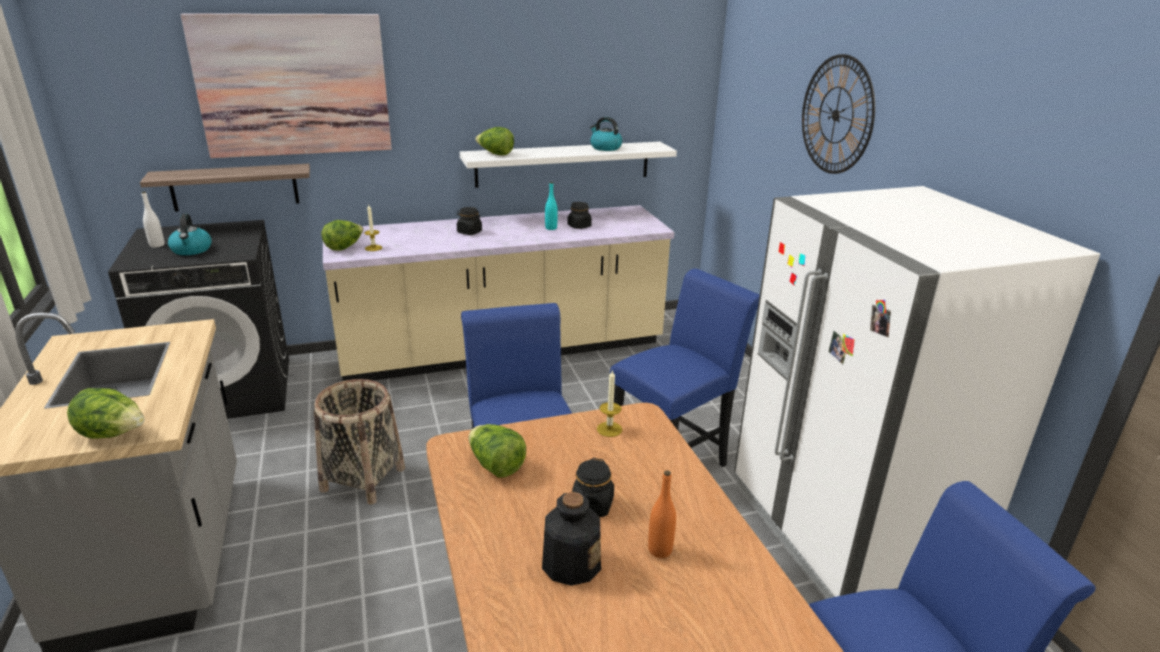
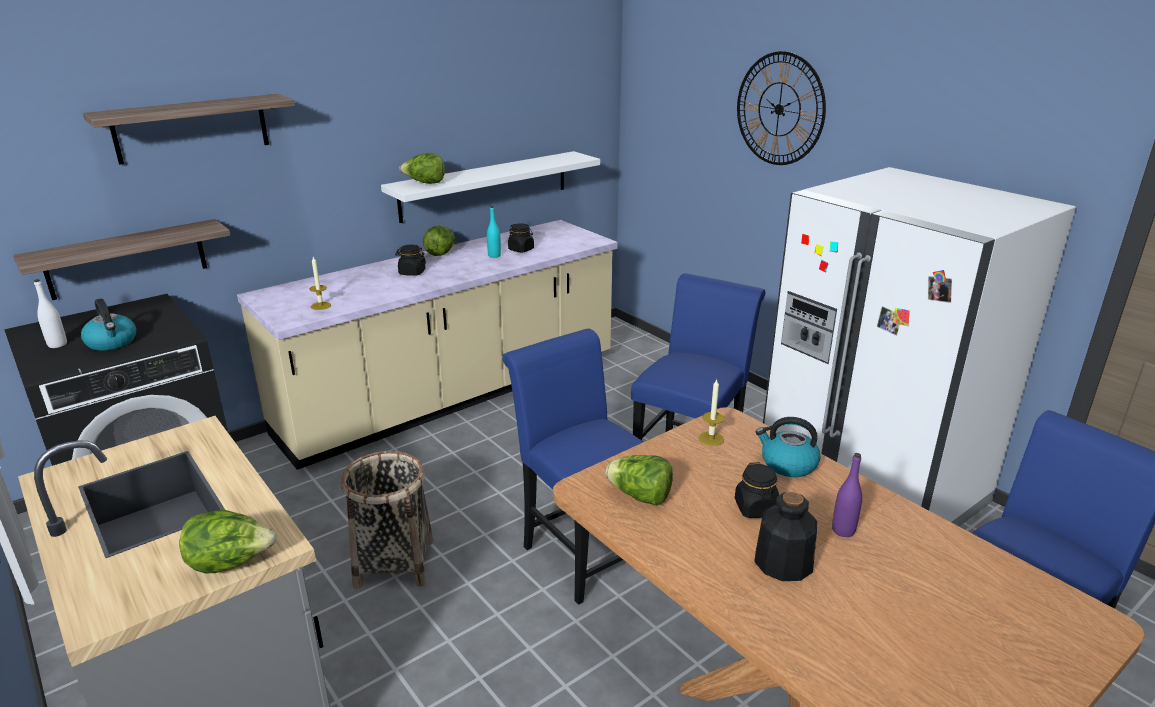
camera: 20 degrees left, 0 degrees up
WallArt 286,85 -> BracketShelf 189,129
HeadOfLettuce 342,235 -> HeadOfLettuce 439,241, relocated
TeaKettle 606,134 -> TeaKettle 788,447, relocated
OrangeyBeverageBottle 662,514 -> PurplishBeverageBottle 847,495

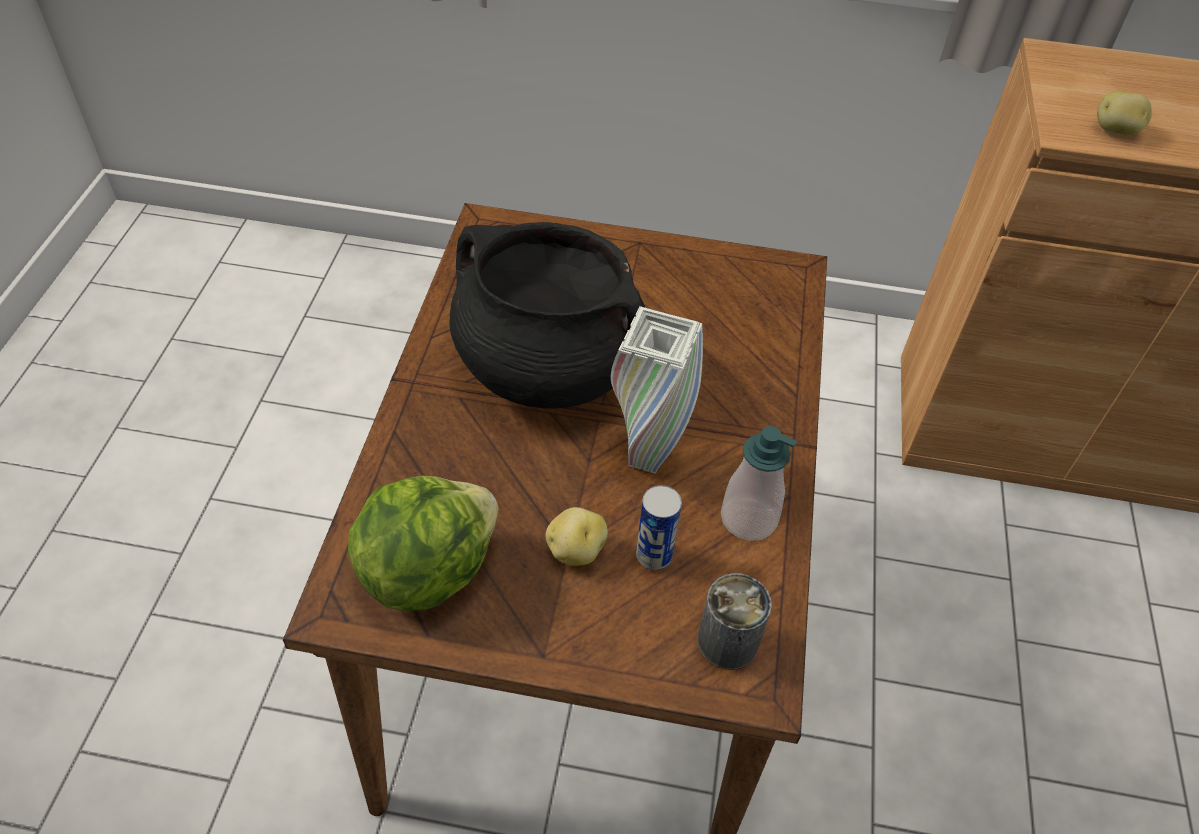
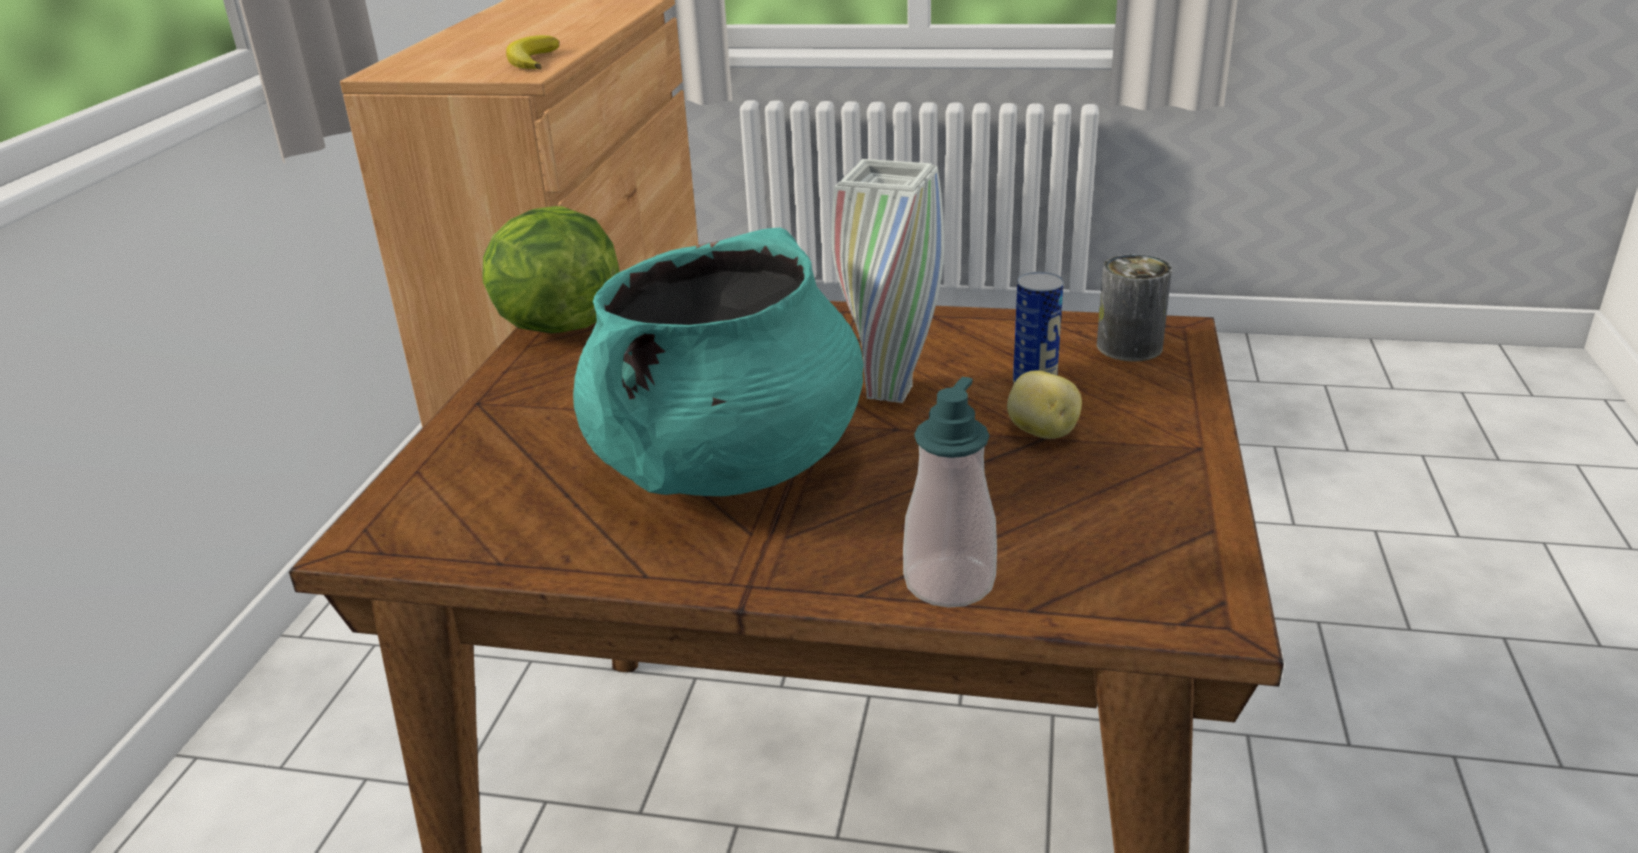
camera: 85 degrees left, 20 degrees down
HeadOfLettuce 423,543 -> HeadOfLettuce 550,269, relocated
Potato 1124,113 -> BananaFruit 532,52
BlackCookingPot 547,315 -> TurquoiseCookingPot 718,362
LiquidSoapBottle 759,483 -> LiquidSoapBottle 950,492, relocated

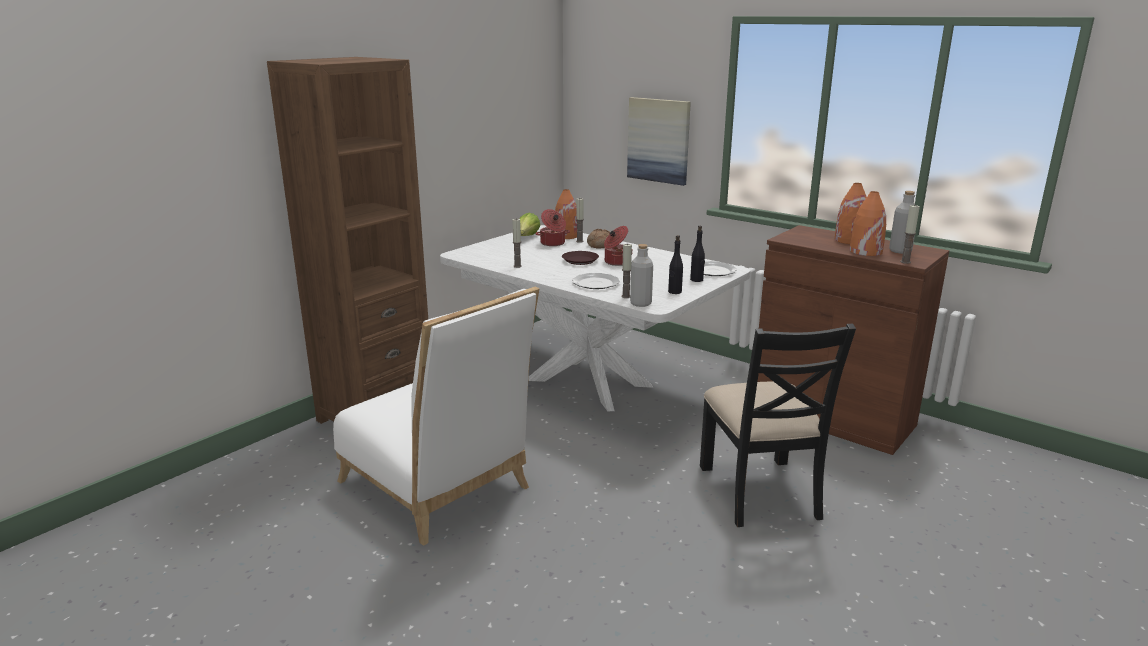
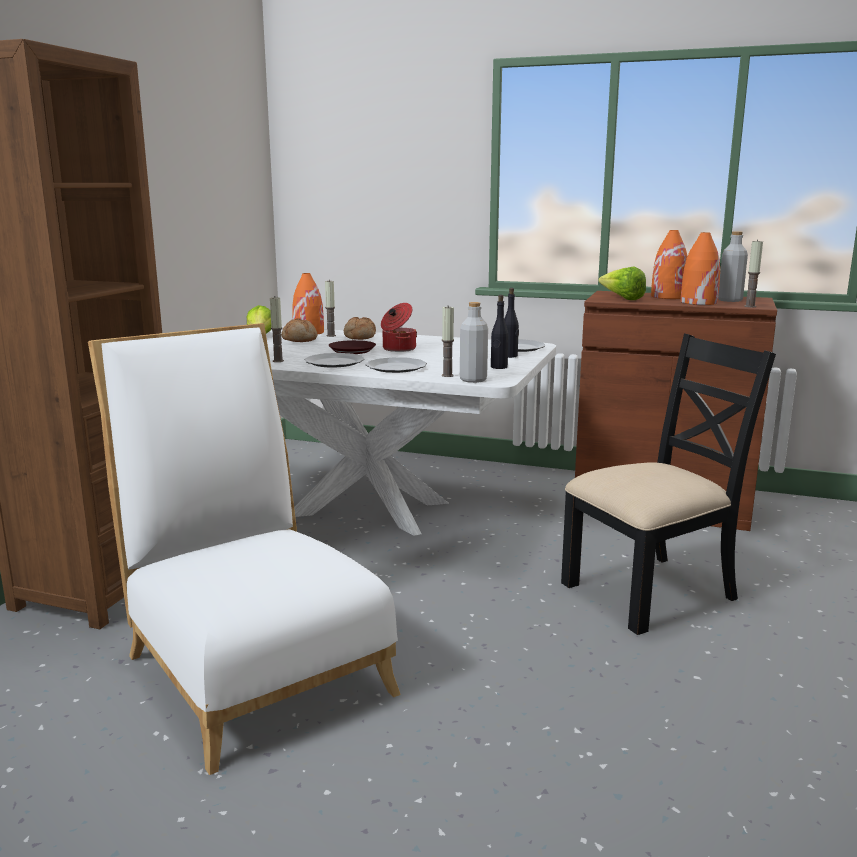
camera: 20 degrees left, 5 degrees down
WhiteUprightChair 436,416 -> WhiteUprightChair 244,549, 150 degrees counterclockwise
CookingPot 552,227 -> BakeryBread 299,330
none -> Plate 334,360
BlackUprightChair 778,425 -> BlackUprightChair 668,484, 90 degrees counterclockwise
none -> HeadOfLettuce 622,283
WallArt 659,141 -> none

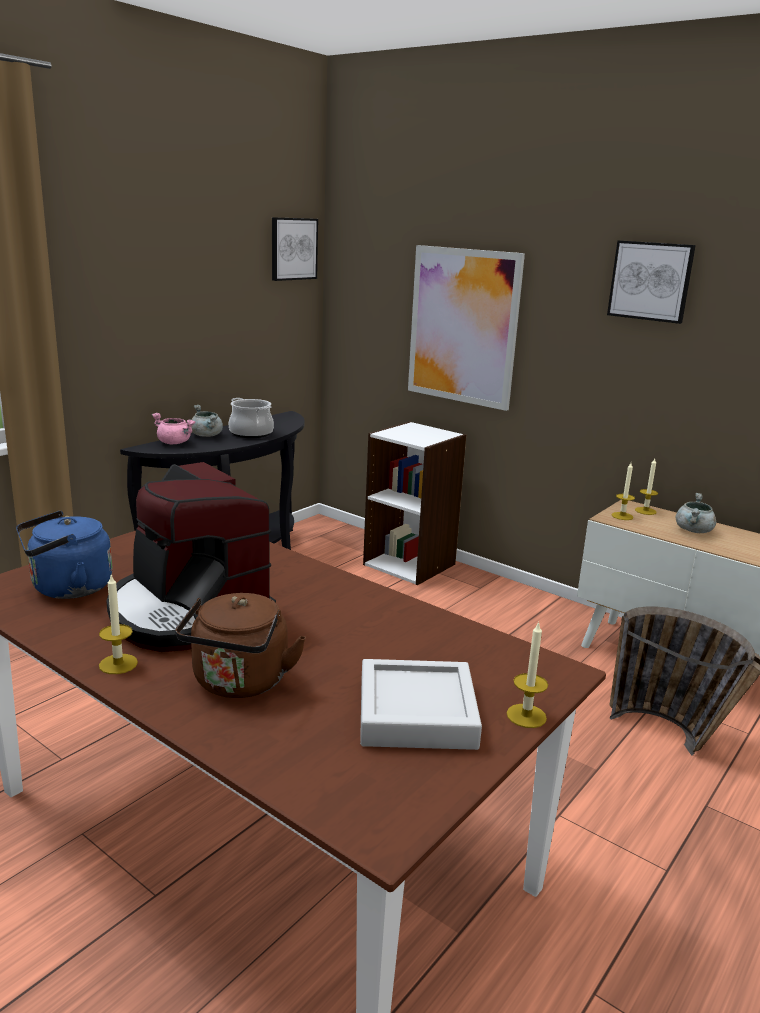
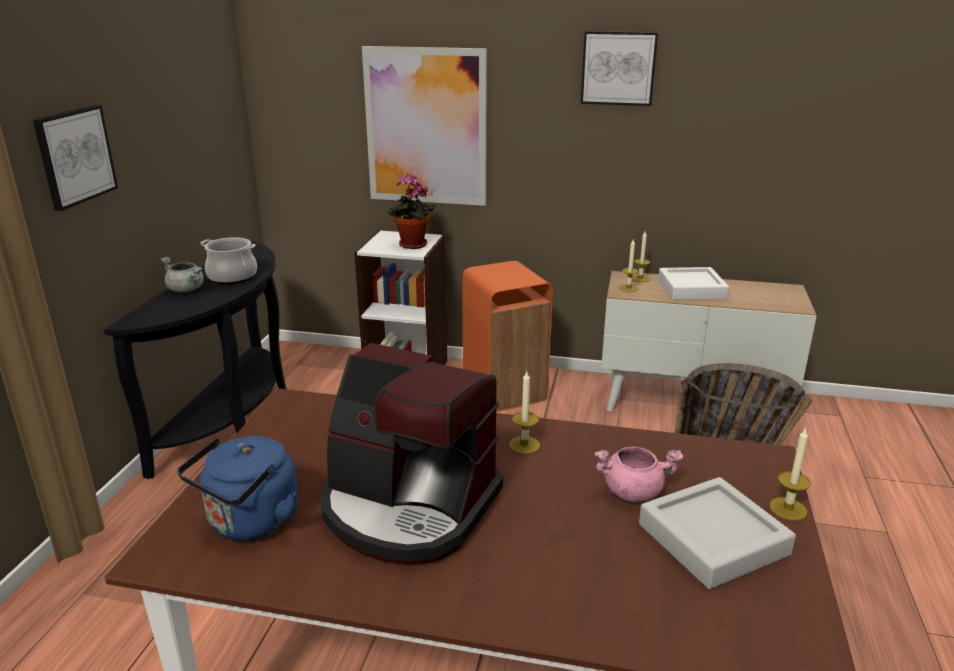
camera: 25 degrees left, 5 degrees up
WallArt 295,249 -> WallArt 75,158, relocated
none -> PottedPlant 411,211
none -> OrangeyRubbishBin 507,336
WaxLight 118,624 -> WaxLight 524,413, relocated
PinkColouredCookingPot 174,428 -> PinkColouredCookingPot 639,474, relocated
GreyishCookingPot 696,513 -> WhiteTray 693,283
BrownishTeaKettle 240,645 -> none

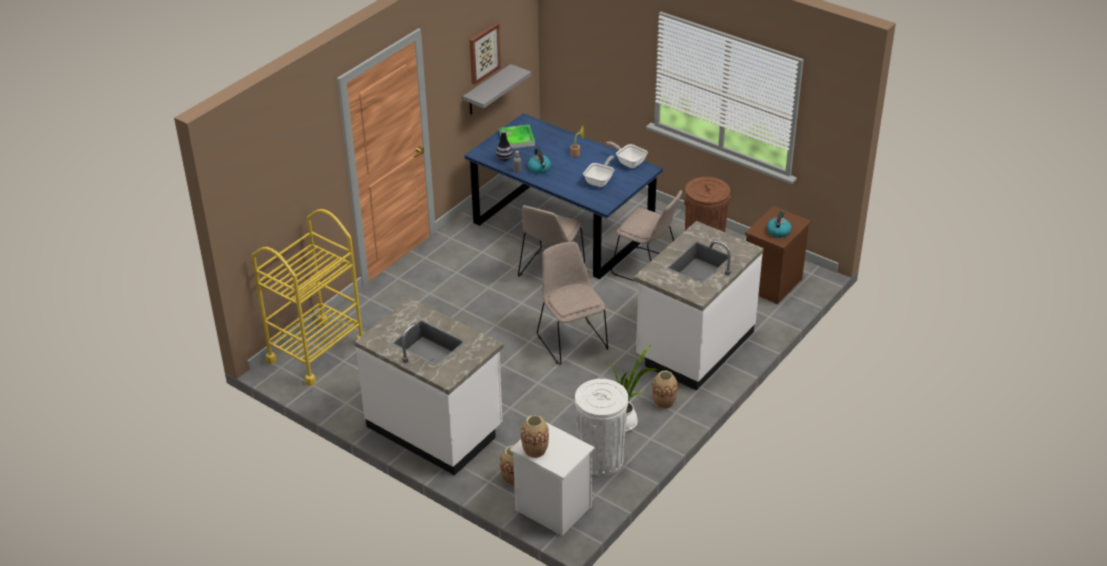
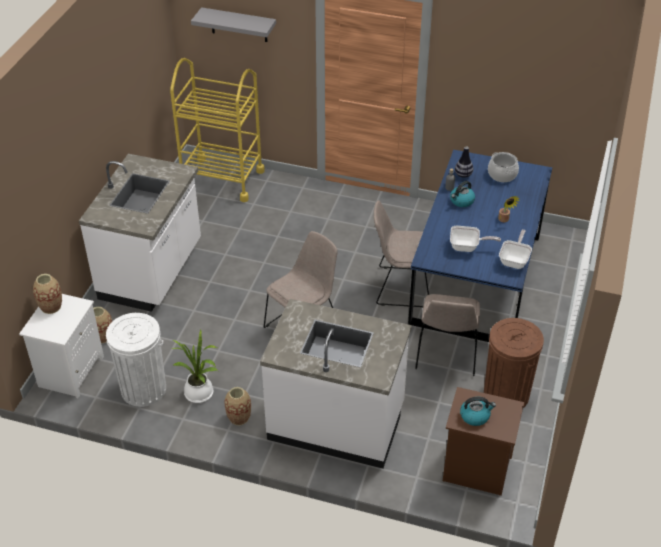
camera: 70 degrees right, 5 degrees up
GreyishBracketShelf 497,89 -> GreyishBracketShelf 233,24, relocated
Tray 517,137 -> CookingPot 503,167
WallArt 485,54 -> none

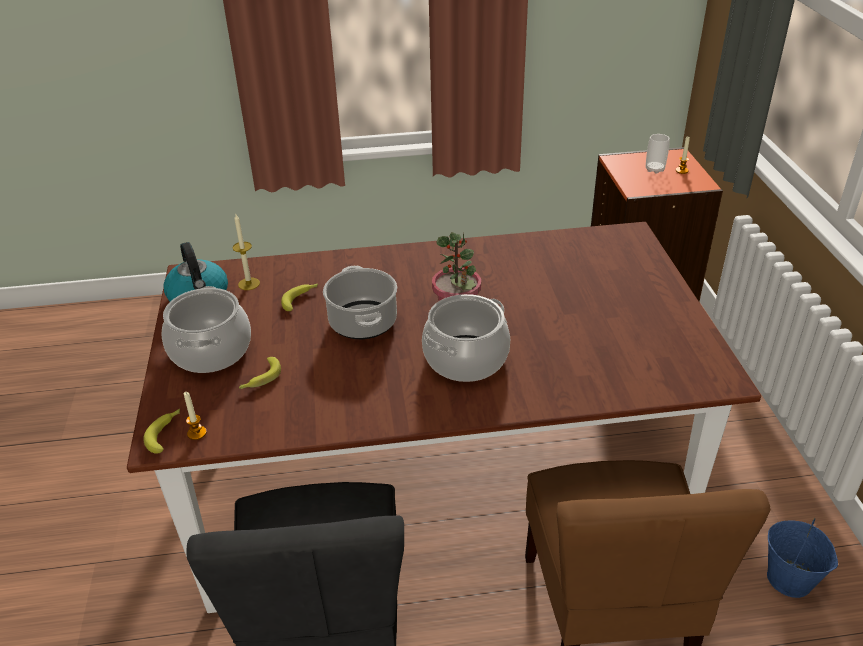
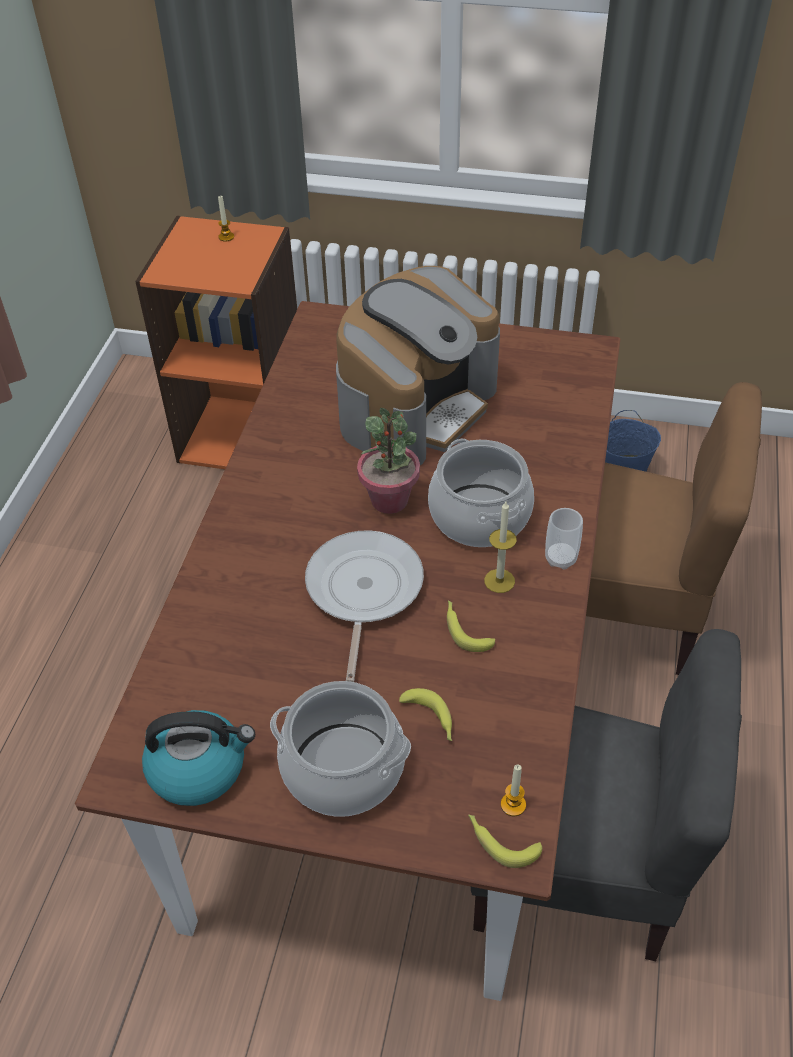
camera: 70 degrees left, 10 degrees up
CookingPot 360,302 -> FryingPan 364,606
none -> CoffeeMaker 418,365
BananaFruit 299,297 -> BananaFruit 471,626, relocated
WaxLight 246,252 -> WaxLight 500,547, relocated
Cup 658,154 -> Cup 564,539, relocated

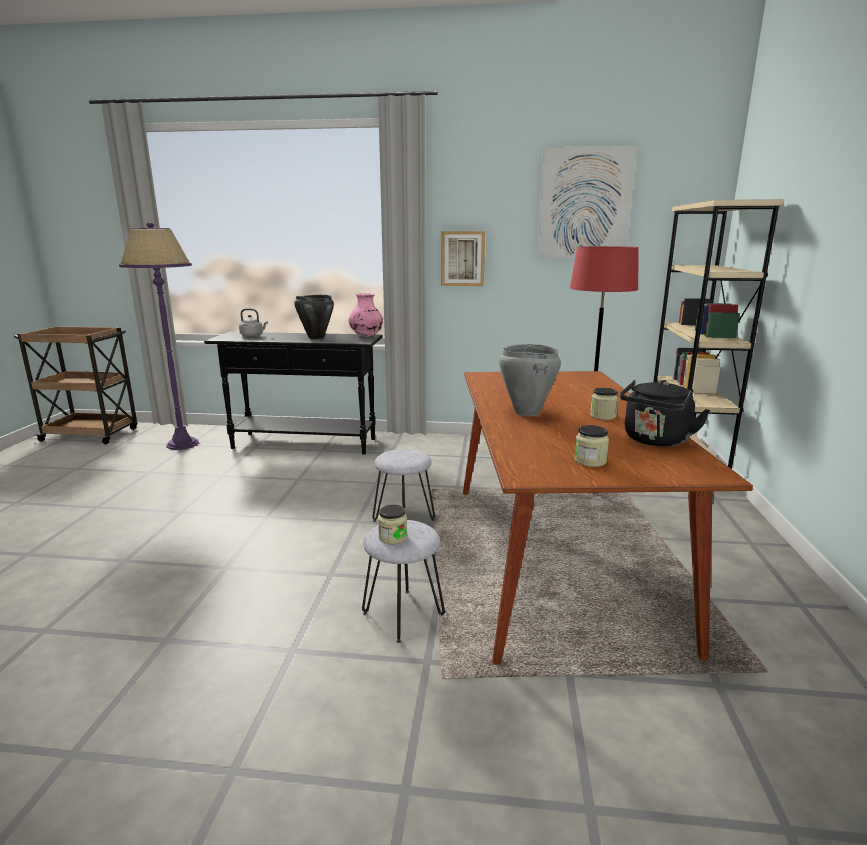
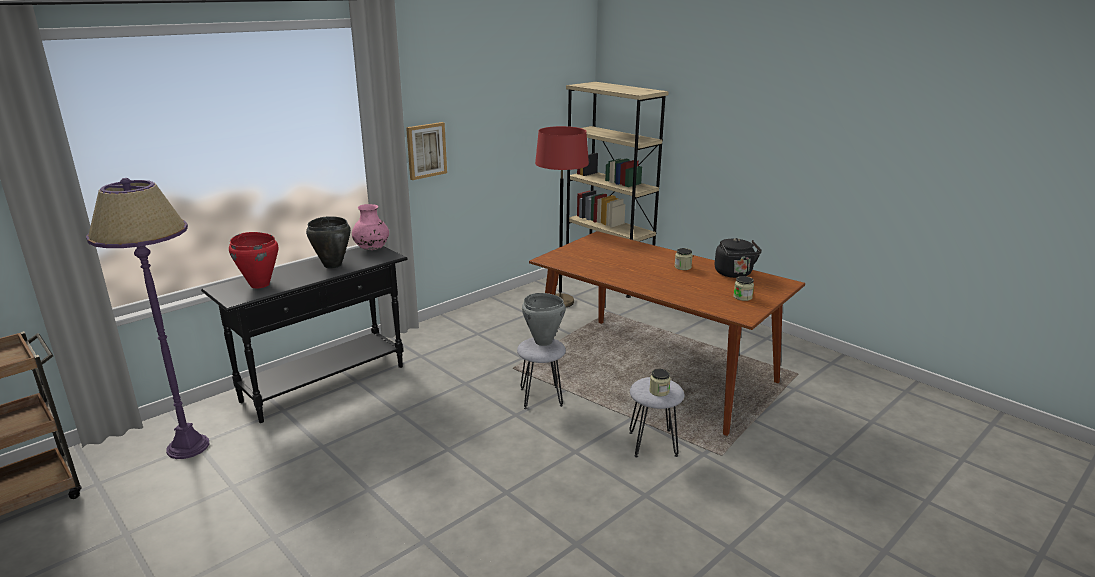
camera: 50 degrees left, 5 degrees up
GreyishTeaKettle 253,322 -> RedColouredCookingPot 253,260
GreyishCookingPot 530,380 -> GreyishCookingPot 544,319, relocated
WallArt 587,201 -> none

